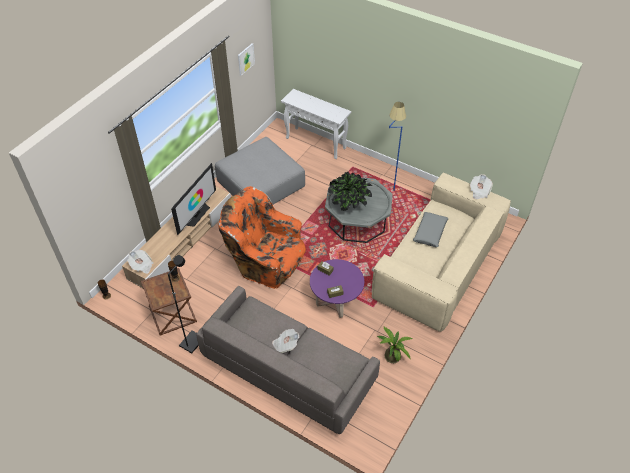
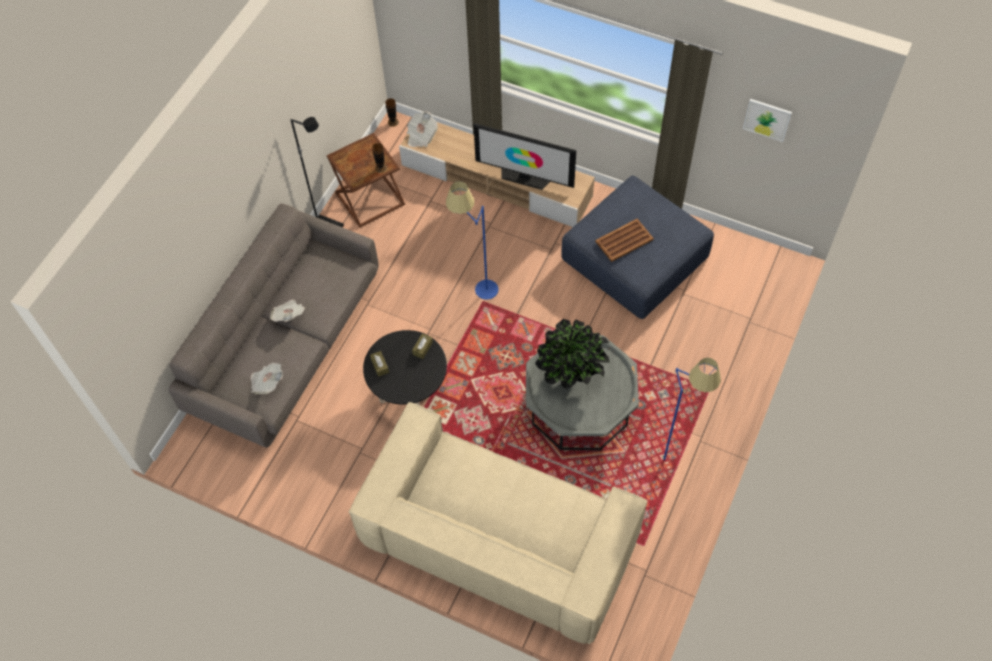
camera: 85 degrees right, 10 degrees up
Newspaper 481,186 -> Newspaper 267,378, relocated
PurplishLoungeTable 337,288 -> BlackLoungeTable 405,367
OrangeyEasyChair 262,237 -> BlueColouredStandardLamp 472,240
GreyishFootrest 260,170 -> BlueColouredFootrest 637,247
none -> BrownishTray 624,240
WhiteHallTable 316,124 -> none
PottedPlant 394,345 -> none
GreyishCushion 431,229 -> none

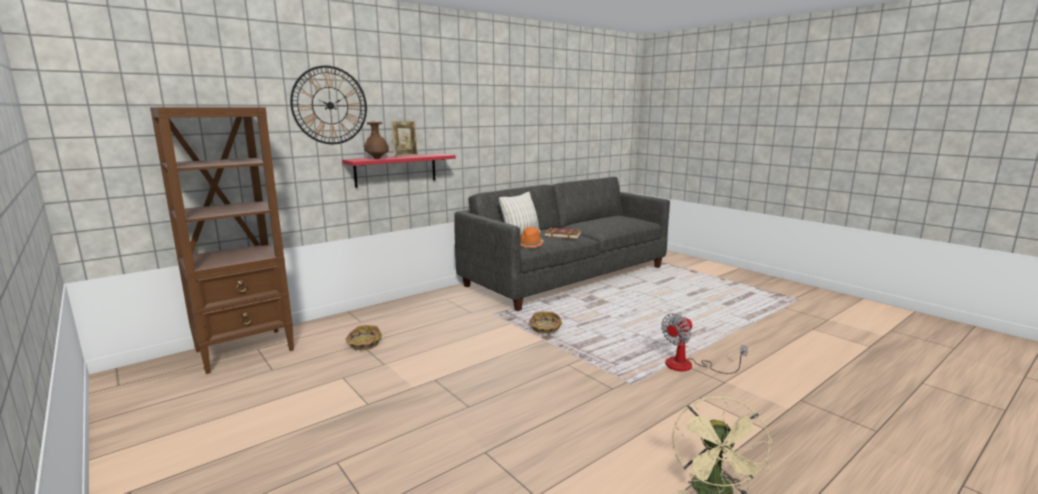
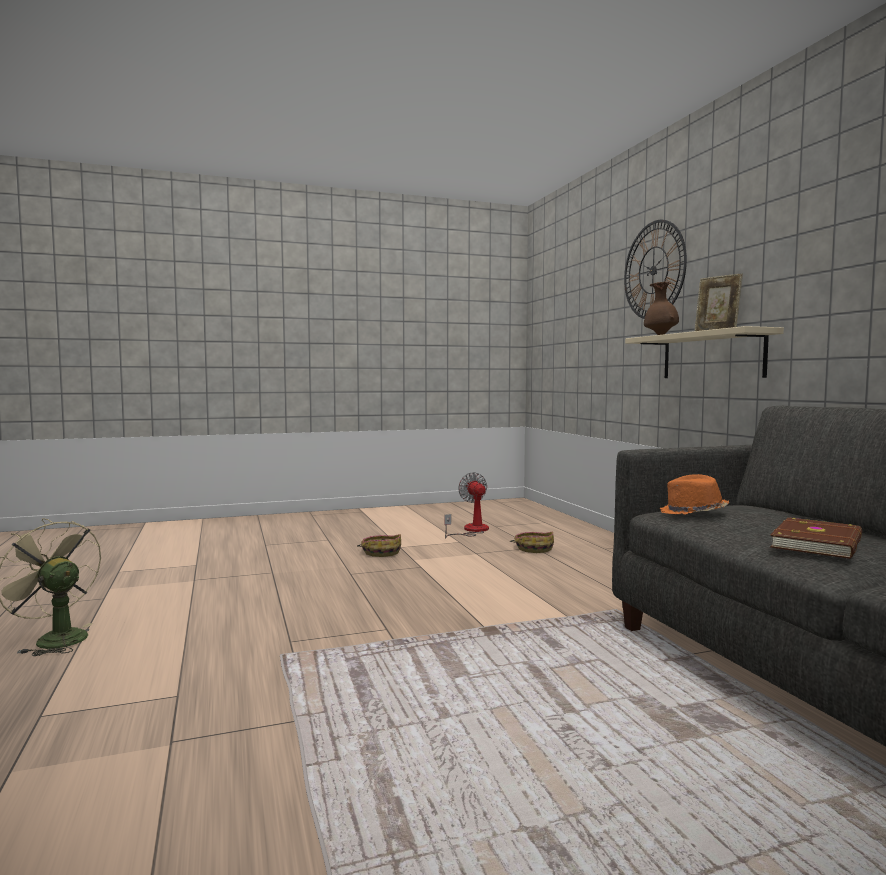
camera: 110 degrees right, 10 degrees down
Basket 545,323 -> Basket 379,545, relocated
Fan 704,343 -> Fan 467,505, relocated
RedColouredBracketShelf 399,170 -> BeigeColouredBracketShelf 704,352
BrownishShelvingUnit 222,240 -> none
Cushion 520,214 -> none

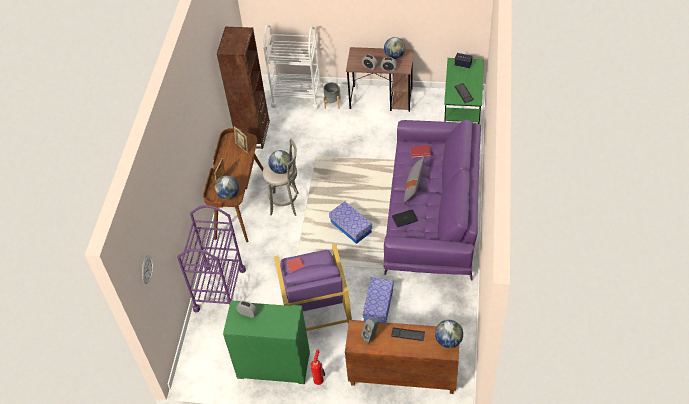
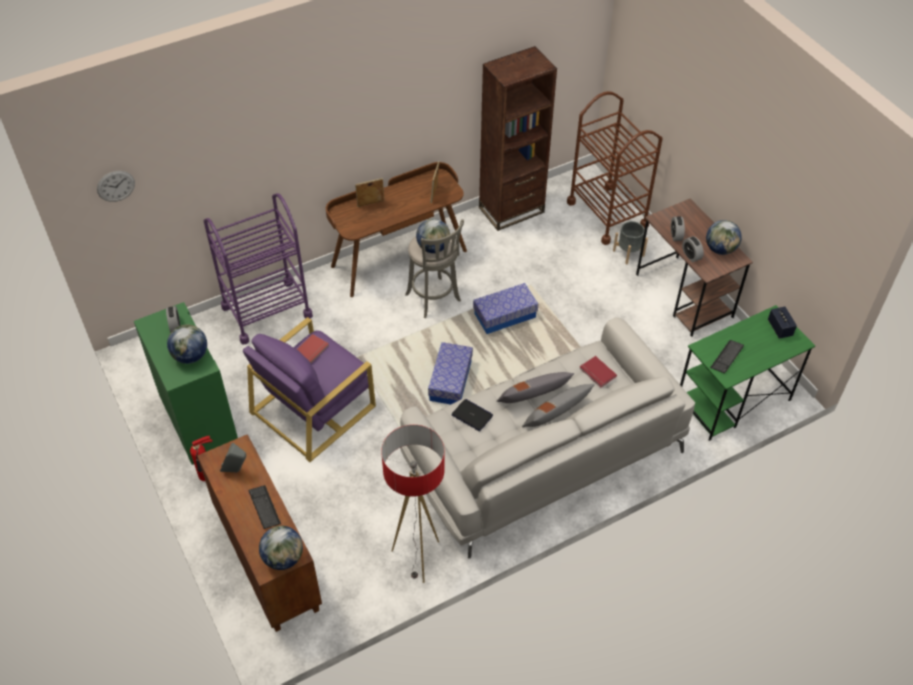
camera: 50 degrees right, 0 degrees up
Globe 227,187 -> Globe 187,344, relocated
none -> StandardLamp 413,504
PurplishSettee 432,200 -> WhiteSettee 547,438
StorageContainer 378,299 -> StorageContainer 505,308, relocated
none -> GreyishCushion 558,405
WhiteWheeledCart 293,67 -> BrownishWheeledCart 614,168

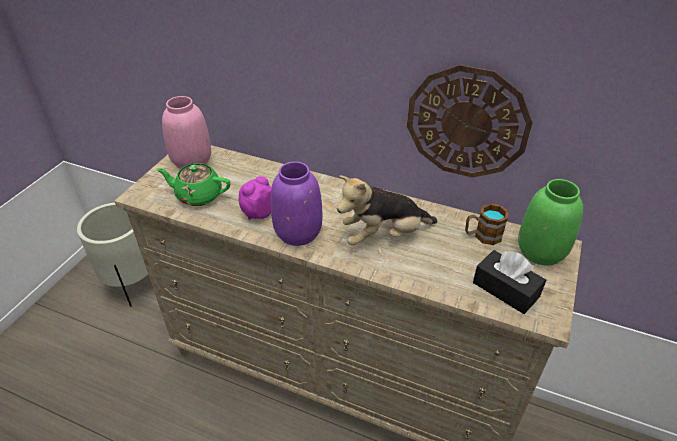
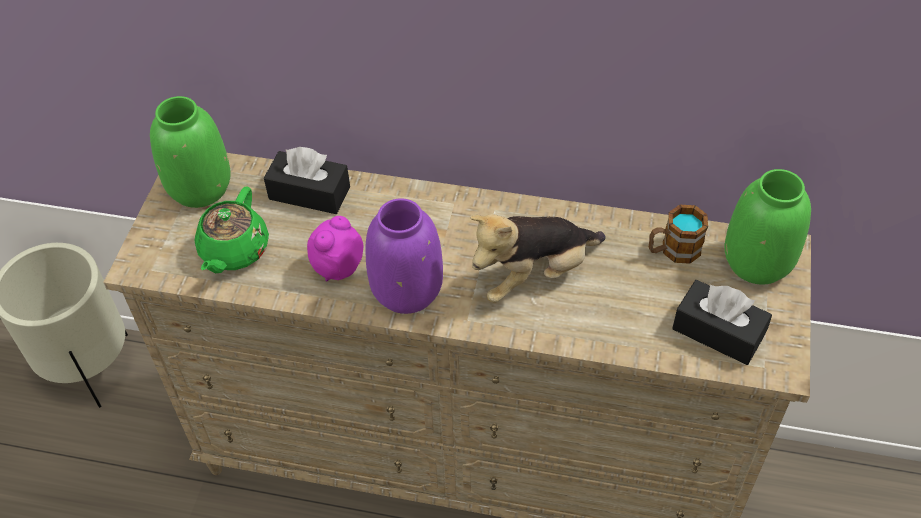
camera: 10 degrees left, 10 degrees up
PinkColouredFlowerVase 186,132 -> GreenColouredFlowerVase 190,152
GreenColouredPotForTea 194,184 -> GreenColouredPotForTea 232,230, 75 degrees counterclockwise
none -> BlackBoxOfTissues 307,180
HangingClock 470,121 -> none

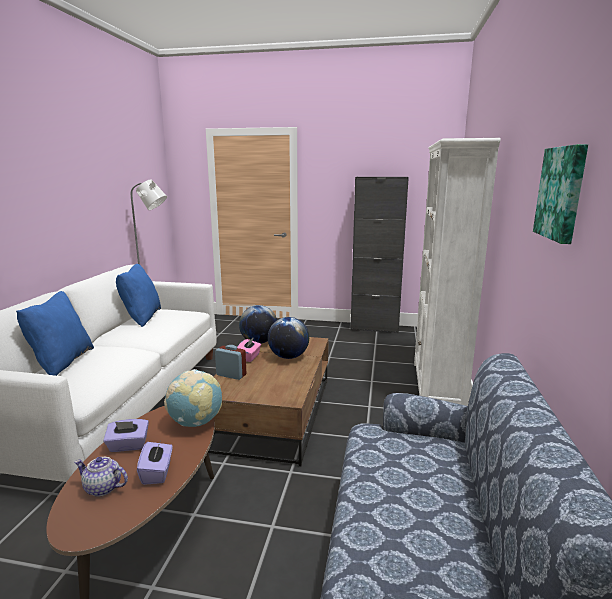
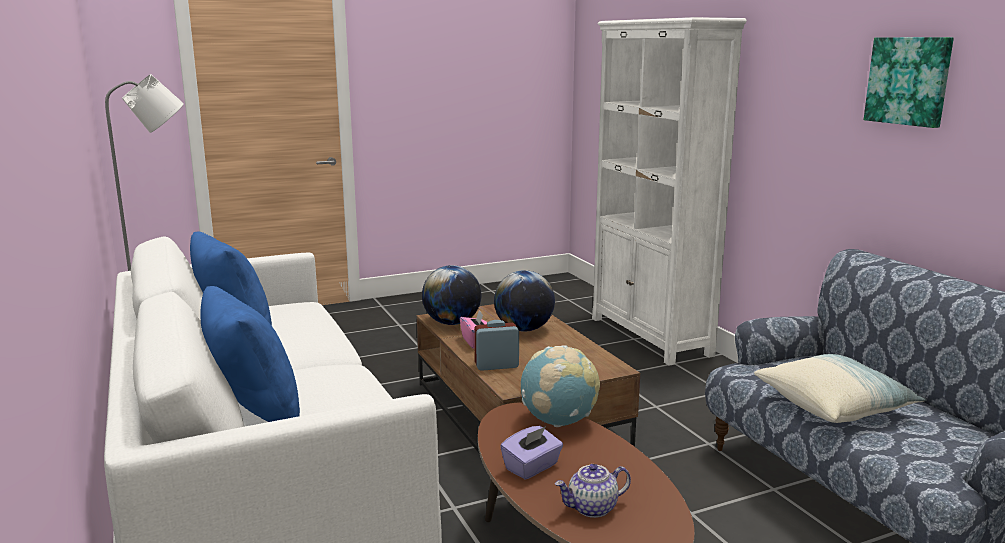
camera: 35 degrees left, 0 degrees up
none -> Cushion 840,388
PurplishBoxOfTissues 155,462 -> none
BlackCupboard 379,255 -> none

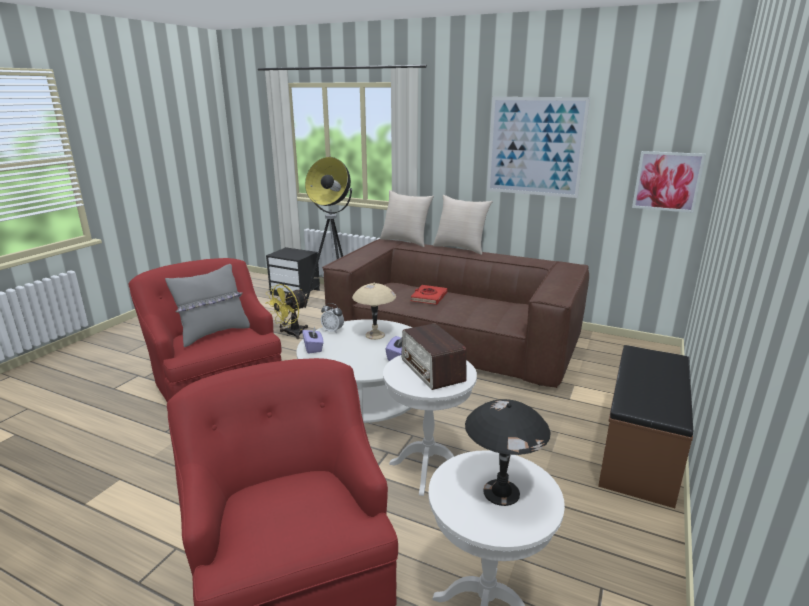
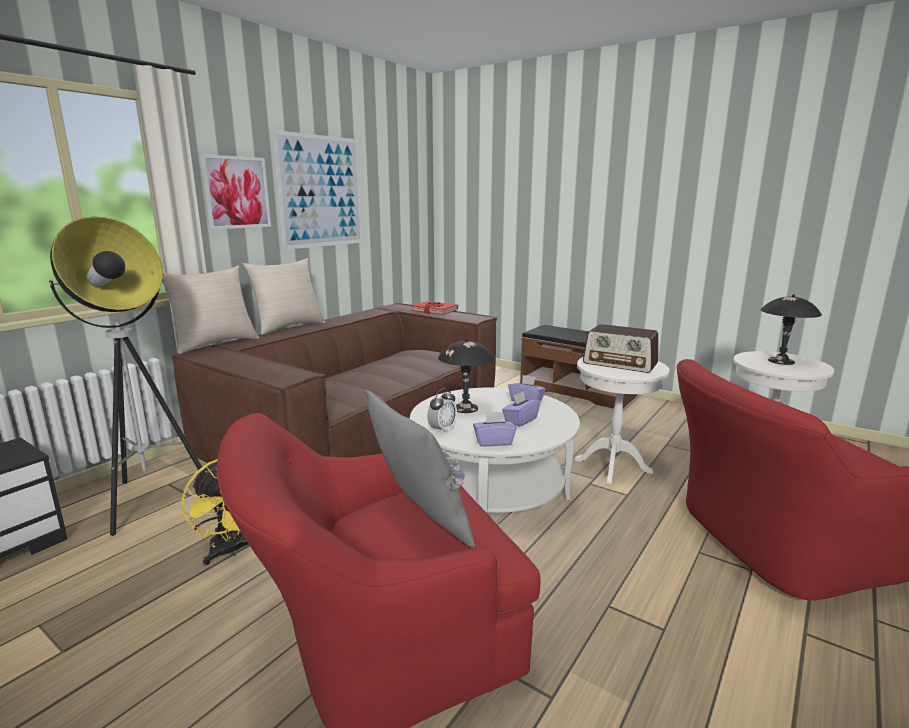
camera: 80 degrees left, 5 degrees down
WallArt 669,182 -> WallArt 235,192, relocated
RedColouredVolume 429,295 -> RedColouredVolume 435,308, relocated
BeigeColouredTableLamp 374,311 -> BlackTableLamp 466,376
none -> PurplishBoxOfTissues 521,409
RadioReceiver 434,356 -> RadioReceiver 620,348, 45 degrees clockwise

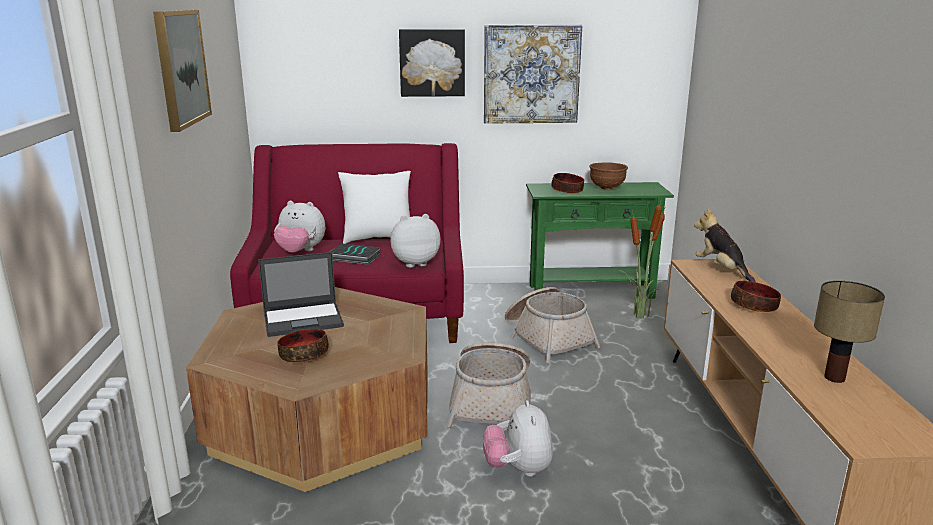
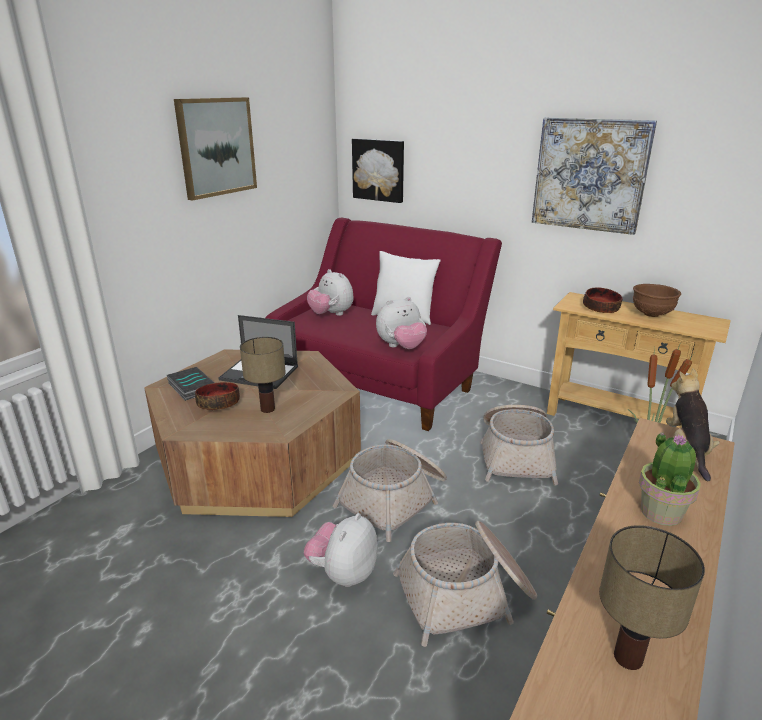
camera: 35 degrees right, 5 degrees up
Volume 354,254 -> Volume 190,384, relocated
none -> TableLamp 263,375
WallArt 432,63 -> WallArt 378,171, relocated
SoftToy 415,241 -> SoftToy 401,323, 135 degrees clockwise
none -> Basket 465,584
GreenColouredHallTable 600,240 -> BeigeColouredHallTable 639,360
Bowl 756,296 -> PottedPlant 670,479

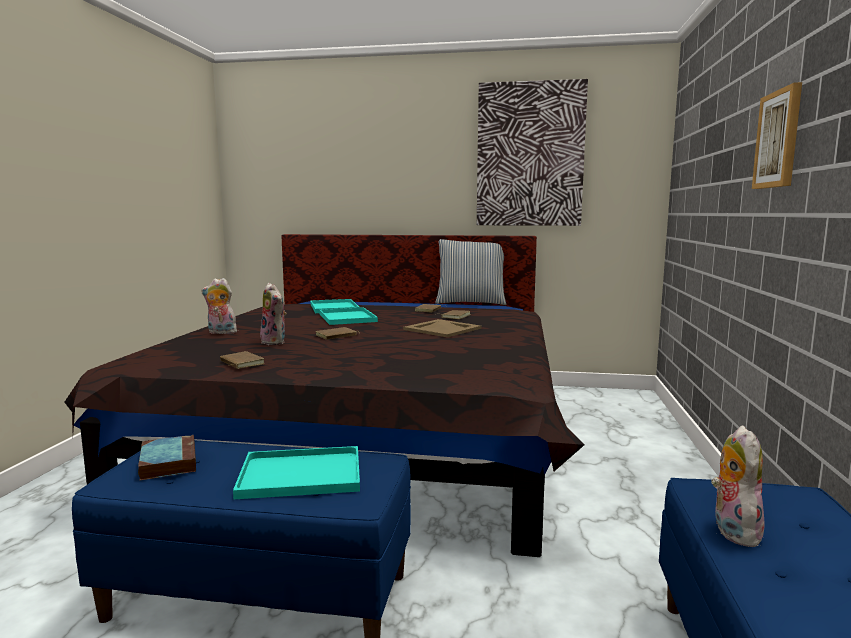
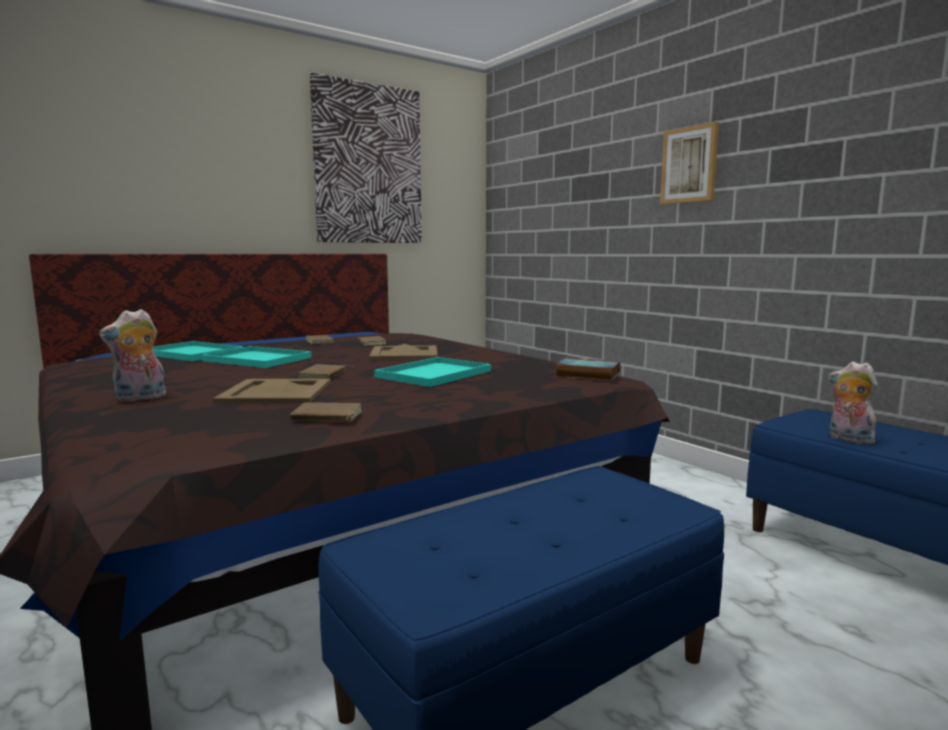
camera: 45 degrees left, 0 degrees up
SoftToy 273,314 -> BeigeColouredTray 272,390
TurquoiseTray 296,473 -> TurquoiseTray 432,372, relocated
Volume 167,457 -> Volume 588,369, relocated
Cushion 470,272 -> none

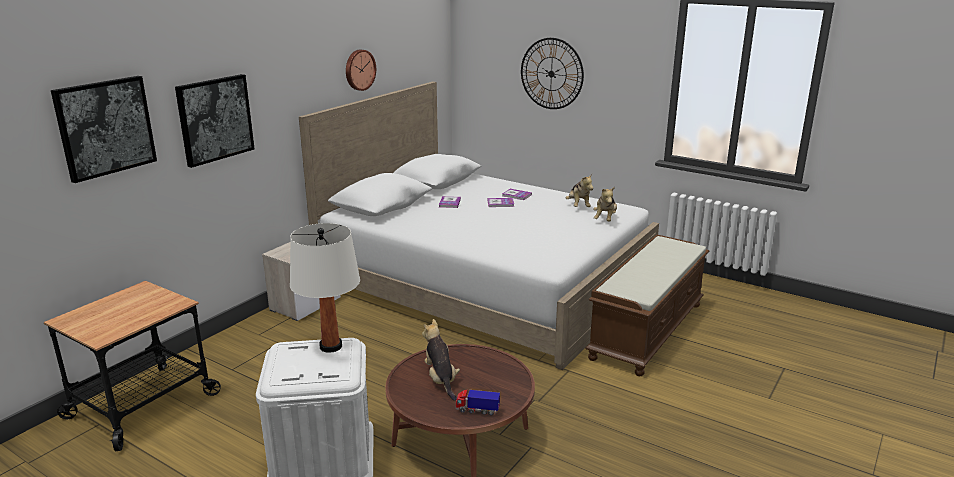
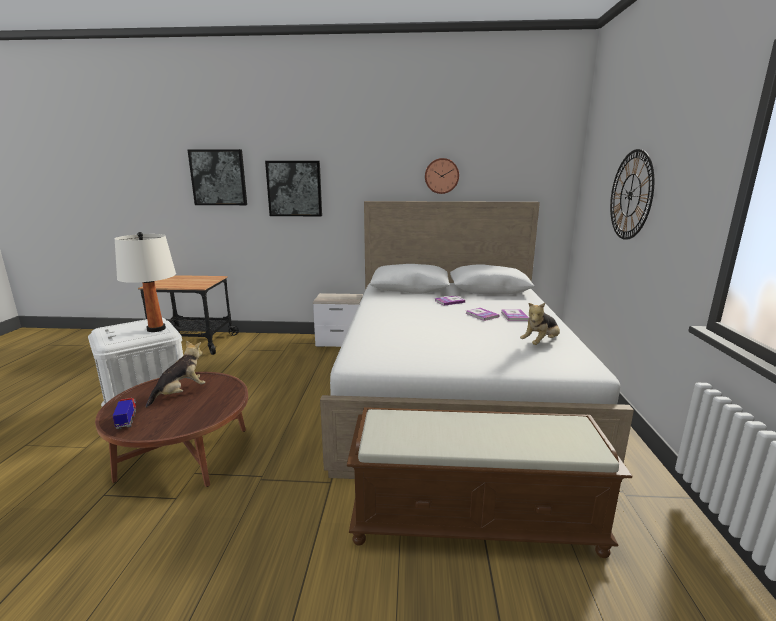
camera: 60 degrees right, 5 degrees down
SoftToy 605,204 -> none

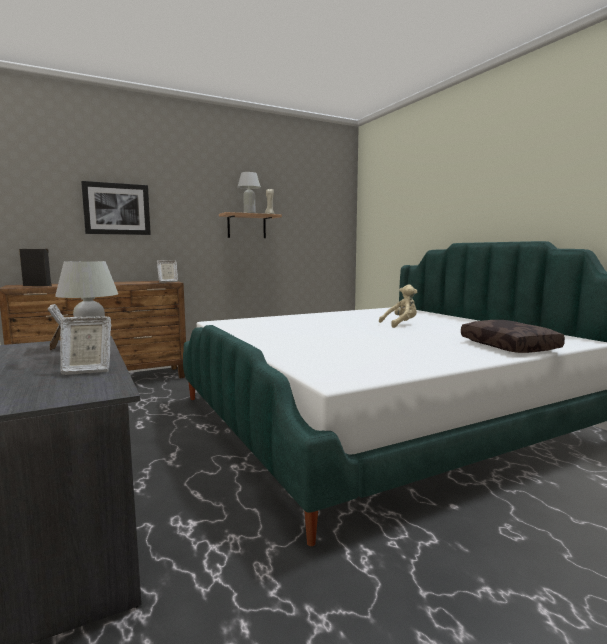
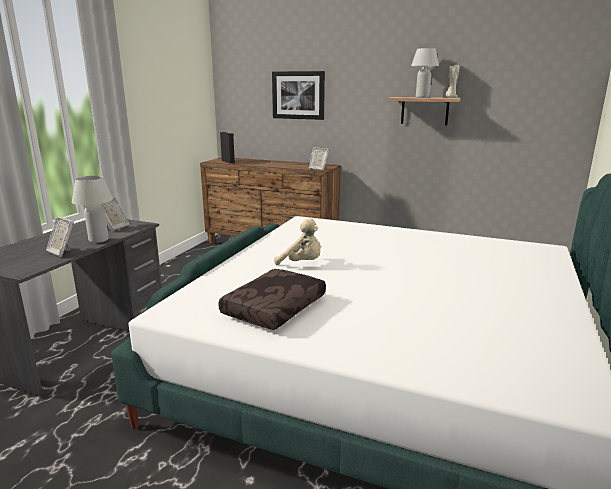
camera: 50 degrees right, 10 degrees up
BrownishCushion 513,336 -> BrownishCushion 272,299, relocated
BeigeColouredSoftToy 398,306 -> BeigeColouredSoftToy 297,241, relocated

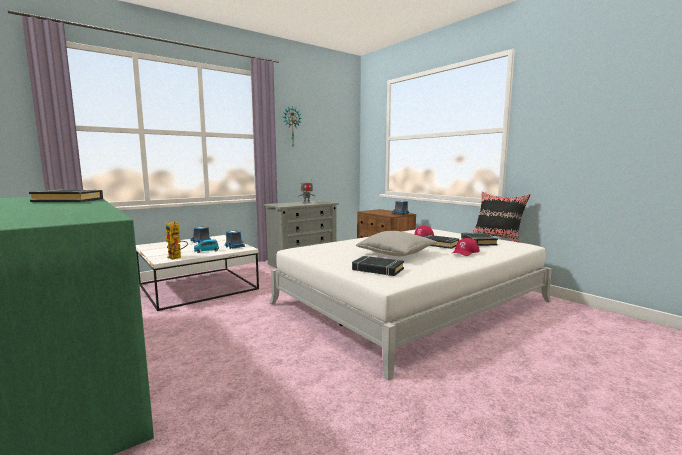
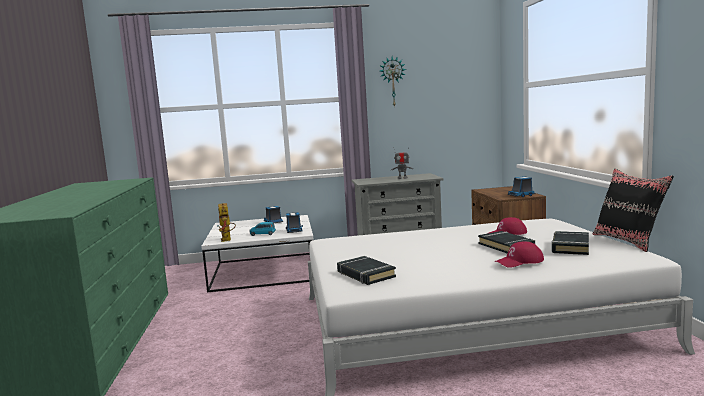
camera: 30 degrees right, 0 degrees up
BlackVolume 66,195 -> none
GreyishCushion 397,243 -> none

